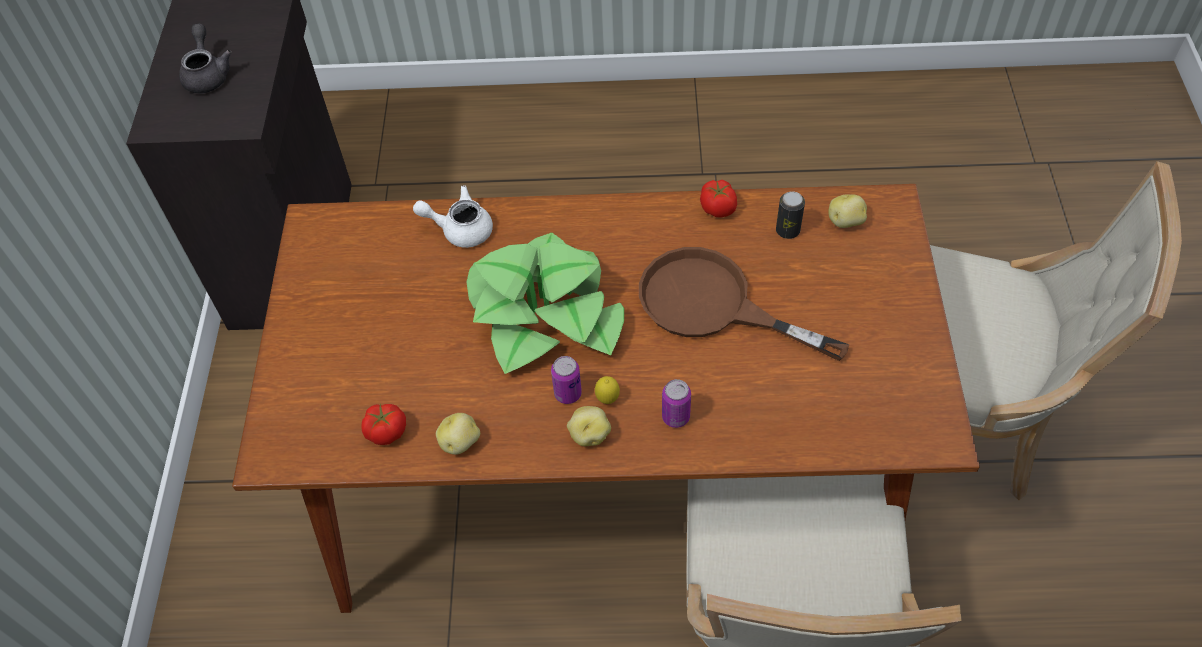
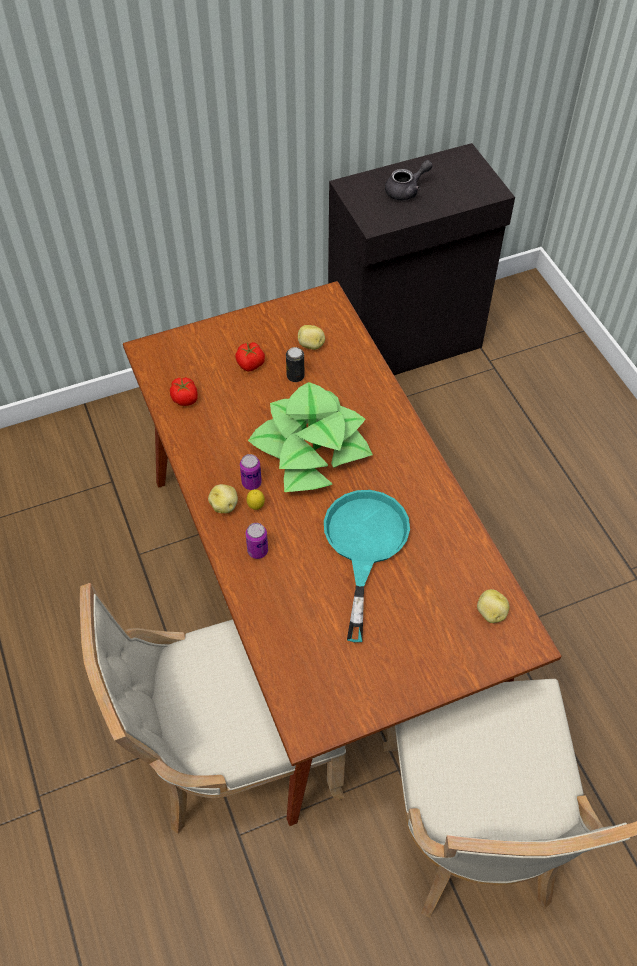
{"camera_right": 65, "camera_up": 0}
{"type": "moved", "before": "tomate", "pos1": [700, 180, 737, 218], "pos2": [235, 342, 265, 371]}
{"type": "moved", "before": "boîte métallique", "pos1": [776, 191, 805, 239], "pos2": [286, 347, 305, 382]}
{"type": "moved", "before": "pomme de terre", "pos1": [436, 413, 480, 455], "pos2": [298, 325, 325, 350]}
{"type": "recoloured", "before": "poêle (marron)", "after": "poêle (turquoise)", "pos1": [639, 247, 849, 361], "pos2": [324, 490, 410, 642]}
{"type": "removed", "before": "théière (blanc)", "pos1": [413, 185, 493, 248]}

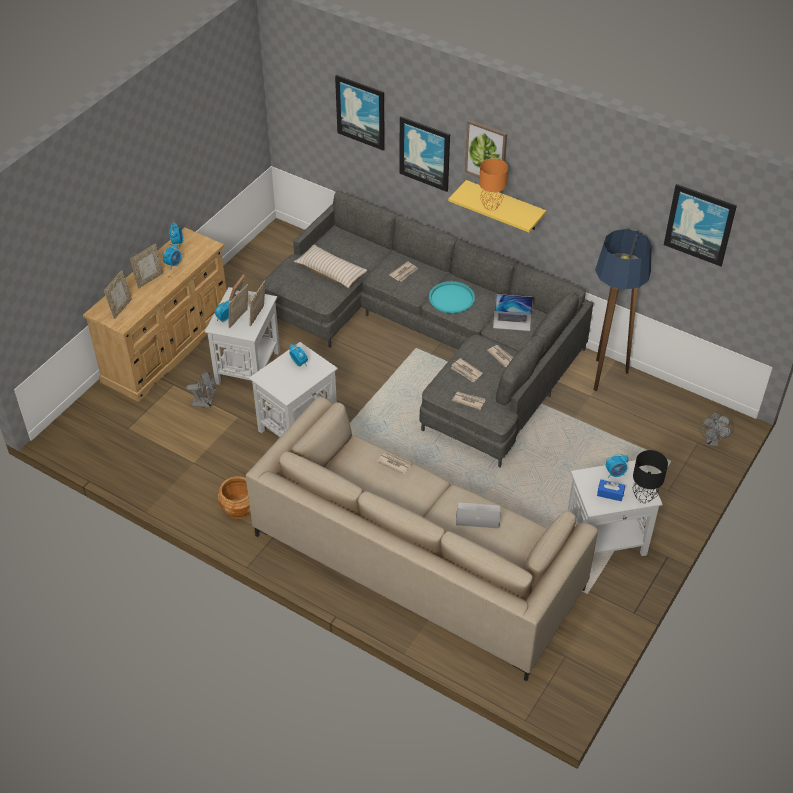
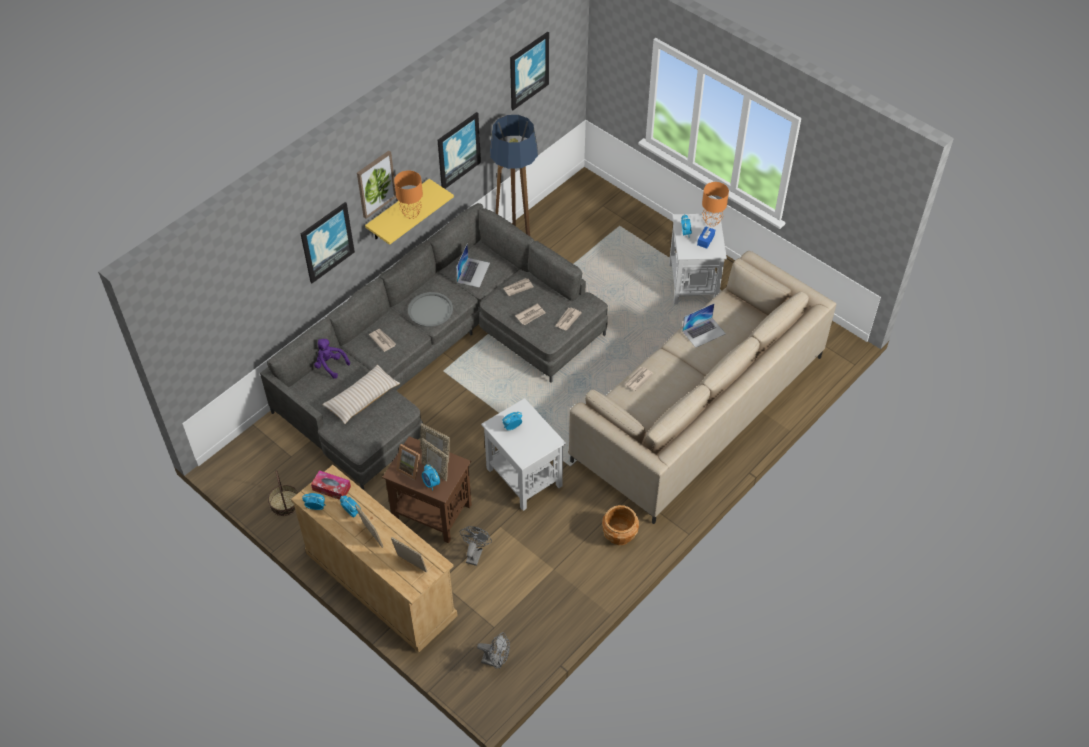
{"camera_right": -80, "camera_up": 5}
{"type": "added", "after": "panier", "pos2": [268, 470, 298, 516]}
{"type": "added", "after": "boîte à mouchoirs", "pos2": [311, 470, 351, 500]}
{"type": "added", "after": "peluche (violet)", "pos2": [314, 339, 350, 379]}
{"type": "recoloured", "before": "table d'appoint (blanc)", "after": "table d'appoint (marron)", "pos1": [205, 287, 280, 385], "pos2": [382, 436, 472, 543]}
{"type": "recoloured", "before": "plateau (turquoise)", "after": "plateau (gris)", "pos1": [429, 281, 475, 313], "pos2": [408, 292, 453, 327]}
{"type": "moved", "before": "tableau", "pos1": [335, 75, 385, 151], "pos2": [438, 112, 481, 189]}
{"type": "moved", "before": "ventilateur (gris)", "pos1": [700, 413, 734, 446], "pos2": [477, 632, 510, 668]}
{"type": "turned", "before": "ordinateur portable", "pos1": [456, 502, 501, 529], "pos2": [682, 303, 726, 348], "turn": -135}
{"type": "recoloured", "before": "lampe de table (noir)", "after": "lampe de table (orange)", "pos1": [632, 450, 668, 503], "pos2": [702, 182, 729, 226]}

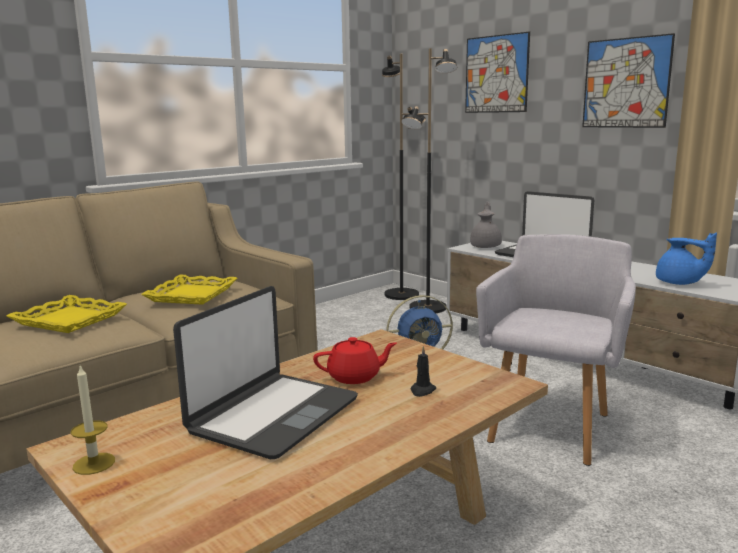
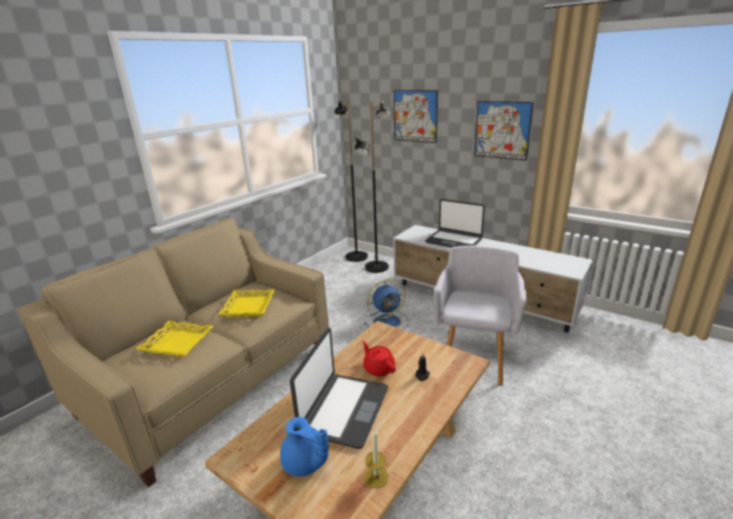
{"camera_right": -10, "camera_up": 10}
{"type": "moved", "before": "théière (bleu)", "pos1": [656, 232, 717, 285], "pos2": [280, 417, 329, 476]}
{"type": "turned", "before": "théière (rouge)", "pos1": [313, 337, 397, 384], "pos2": [362, 341, 396, 376], "turn": -105}
{"type": "moved", "before": "bougie", "pos1": [71, 365, 115, 475], "pos2": [364, 429, 389, 488]}
{"type": "removed", "before": "théière (gris)", "pos1": [470, 202, 502, 248]}

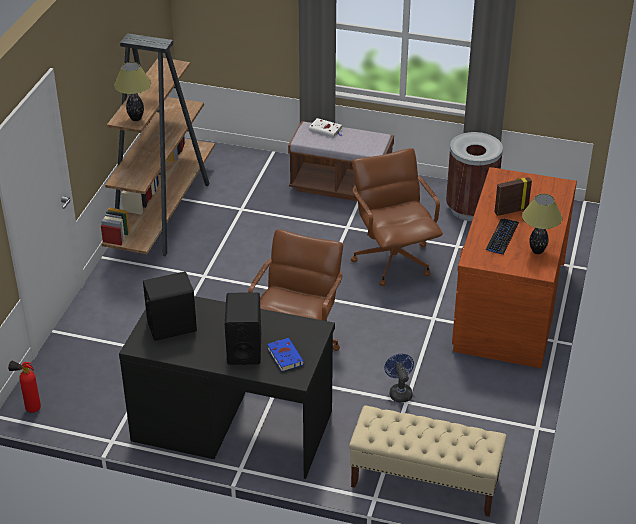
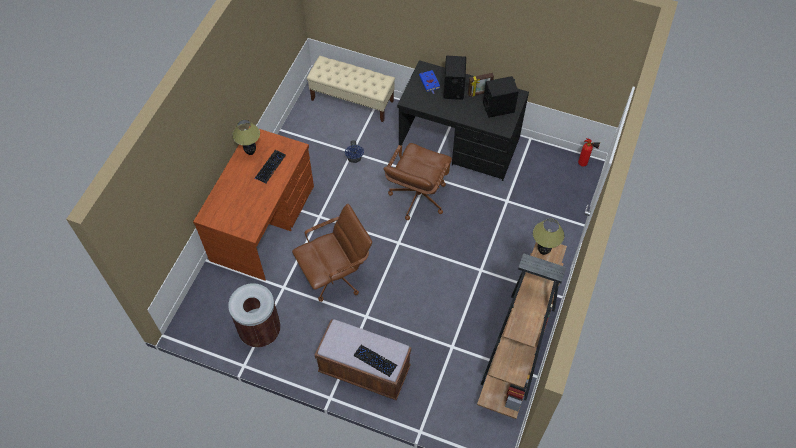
{"camera_right": -175, "camera_up": 20}
{"type": "turned", "before": "chaise de bureau (marron)", "pos1": [351, 148, 443, 286], "pos2": [292, 204, 372, 302], "turn": -105}
{"type": "replaced", "before": "livre (blanc)", "after": "clavier", "pos1": [309, 118, 342, 137], "pos2": [354, 345, 397, 377]}
{"type": "moved", "before": "cadre photo", "pos1": [494, 177, 532, 216], "pos2": [468, 73, 494, 97]}

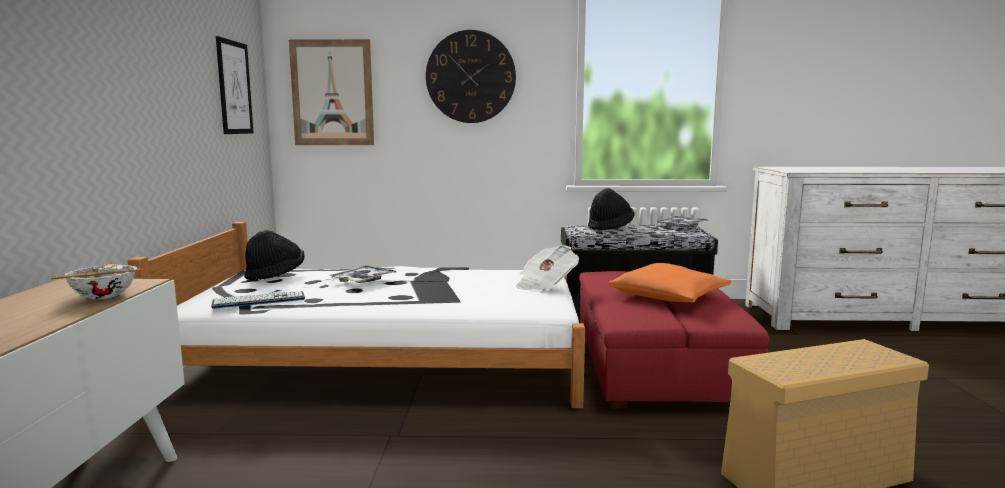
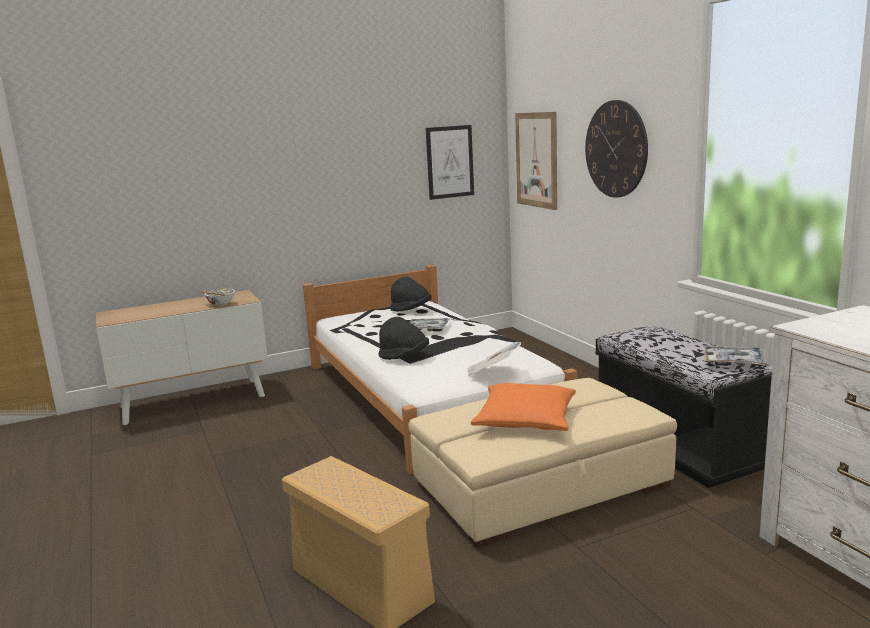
{"camera_right": 65, "camera_up": 5}
{"type": "moved", "before": "chapeau (noir)", "pos1": [588, 188, 635, 231], "pos2": [378, 317, 429, 360]}
{"type": "recoloured", "before": "pouf (rouge)", "after": "pouf (beige)", "pos1": [579, 271, 770, 409], "pos2": [408, 378, 677, 548]}
{"type": "removed", "before": "clavier", "pos1": [211, 291, 305, 309]}

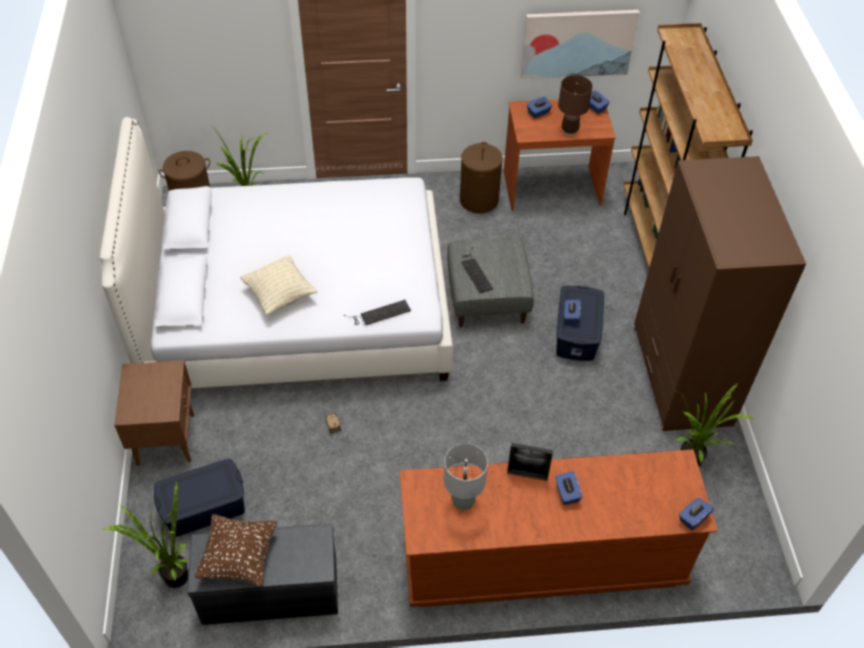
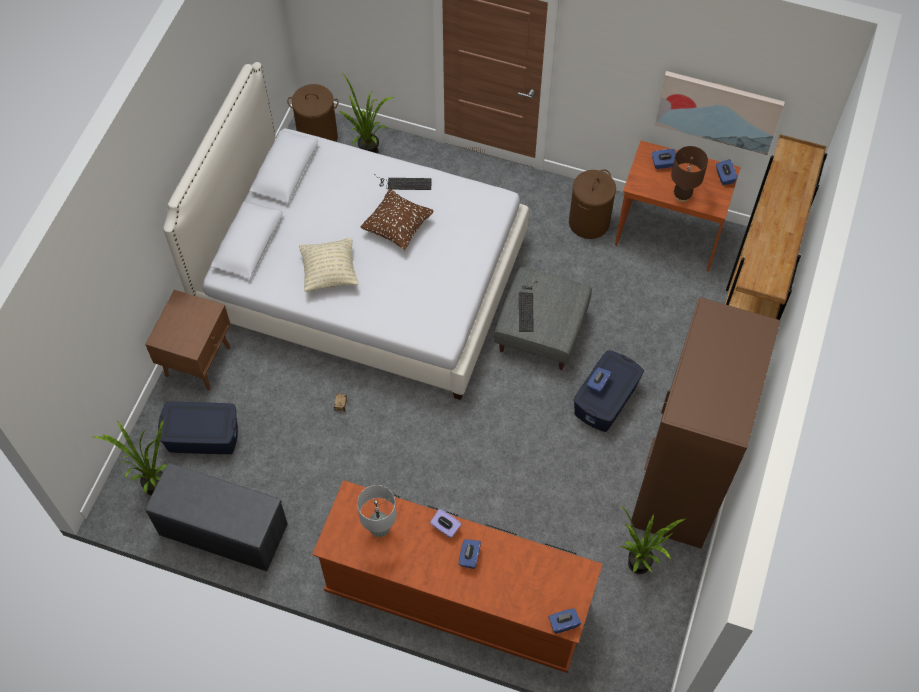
{"camera_right": 25, "camera_up": 10}
{"type": "moved", "before": "coussin (marron)", "pos1": [195, 514, 277, 586], "pos2": [360, 189, 434, 250]}
{"type": "moved", "before": "clavier", "pos1": [344, 300, 411, 325], "pos2": [374, 174, 432, 190]}
{"type": "replaced", "before": "cadre photo", "after": "boîte à mouchoirs (violet)", "pos1": [507, 443, 553, 481], "pos2": [430, 509, 461, 538]}

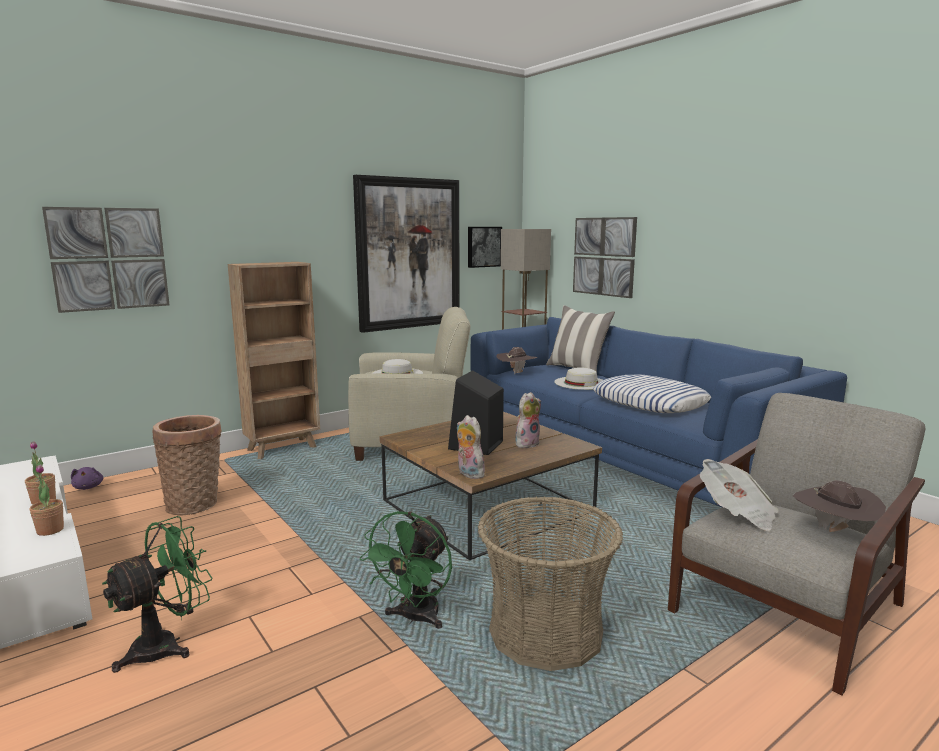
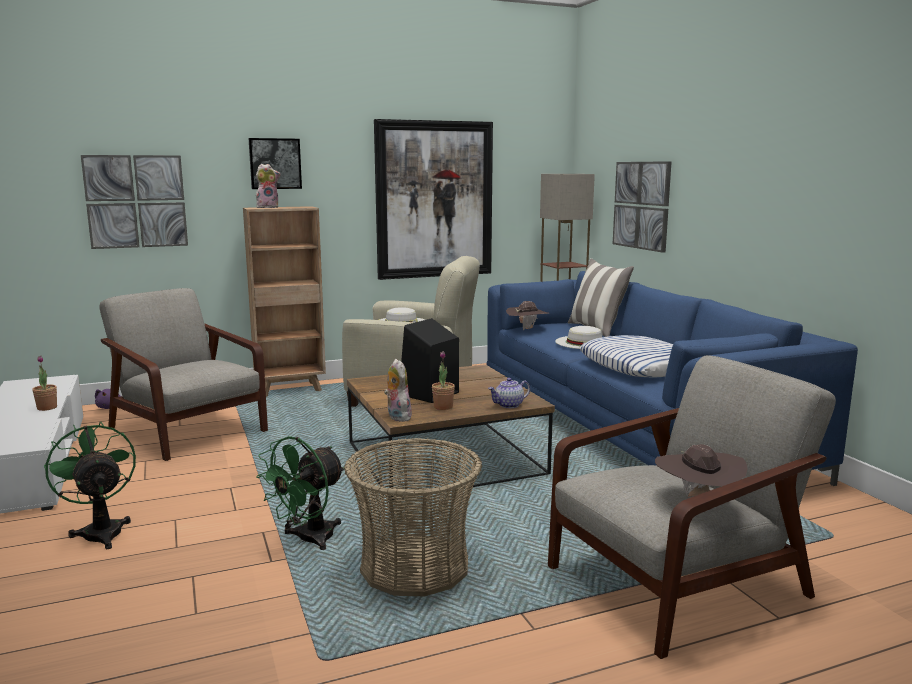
{"camera_right": 15, "camera_up": 0}
{"type": "turned", "before": "ventilateur (vert)", "pos1": [102, 516, 213, 673], "pos2": [44, 422, 136, 549], "turn": -90}
{"type": "replaced", "before": "panier", "after": "fauteuil (gris)", "pos1": [153, 415, 222, 515], "pos2": [99, 288, 268, 461]}
{"type": "moved", "before": "tableau", "pos1": [468, 227, 502, 268], "pos2": [248, 138, 302, 189]}
{"type": "moved", "before": "peluche", "pos1": [515, 392, 541, 448], "pos2": [256, 164, 281, 208]}
{"type": "moved", "before": "plante en pot", "pos1": [30, 464, 64, 536], "pos2": [432, 351, 455, 410]}
{"type": "added", "after": "théière", "pos2": [488, 378, 530, 408]}
{"type": "removed", "before": "journal", "pos1": [700, 459, 779, 531]}

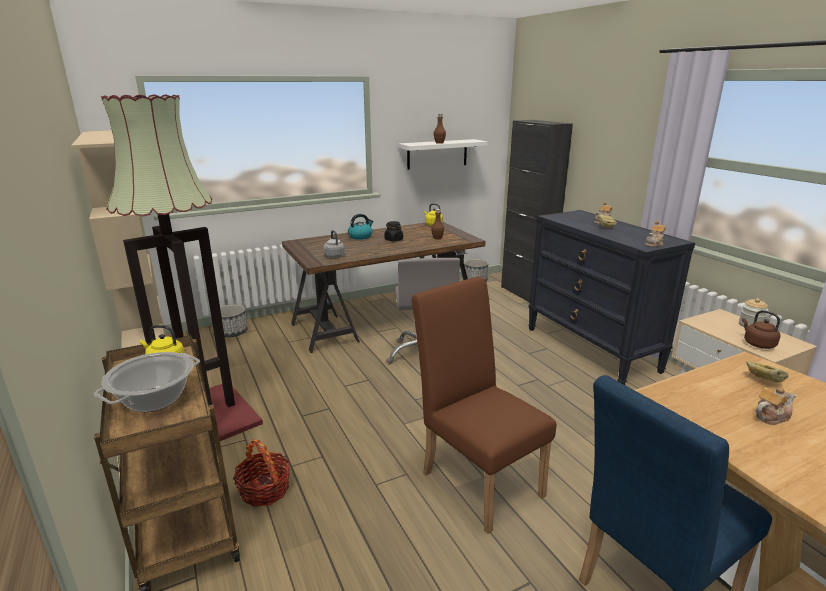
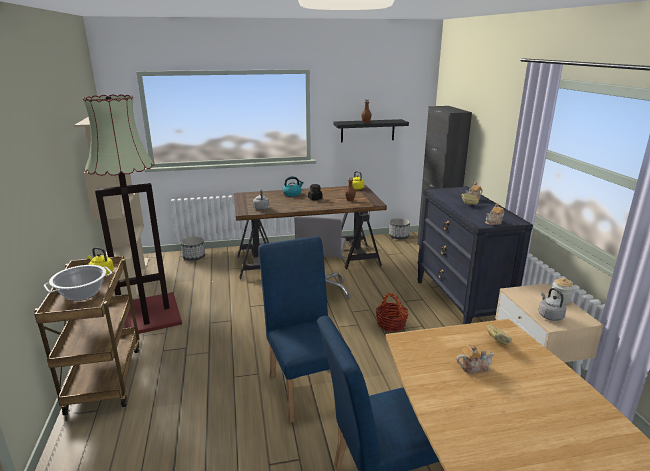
{"camera_right": 15, "camera_up": 0}
{"type": "recoloured", "before": "chaise (marron)", "after": "chaise (bleu)", "pos1": [412, 276, 556, 534], "pos2": [258, 236, 351, 423]}
{"type": "recoloured", "before": "étagère (blanc)", "after": "étagère (noir)", "pos1": [399, 139, 487, 170], "pos2": [334, 119, 409, 142]}
{"type": "moved", "before": "panier", "pos1": [233, 440, 290, 507], "pos2": [376, 293, 408, 332]}
{"type": "recoloured", "before": "bouilloire (marron)", "after": "bouilloire (gris)", "pos1": [742, 310, 780, 349], "pos2": [538, 288, 566, 321]}

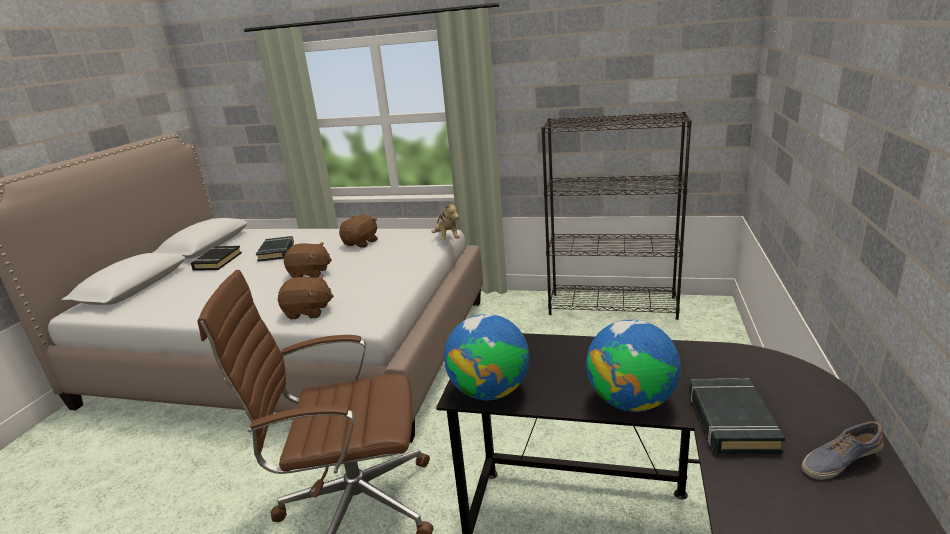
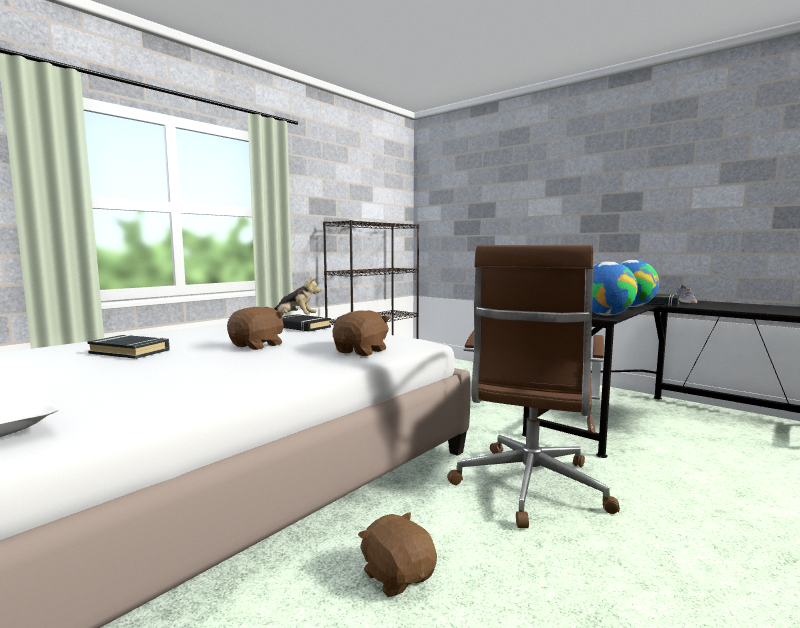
{"camera_right": -65, "camera_up": -15}
{"type": "moved", "before": "livre (noir)", "pos1": [191, 246, 242, 271], "pos2": [282, 314, 331, 332]}
{"type": "moved", "before": "peluche (marron)", "pos1": [339, 215, 378, 248], "pos2": [358, 512, 437, 597]}

